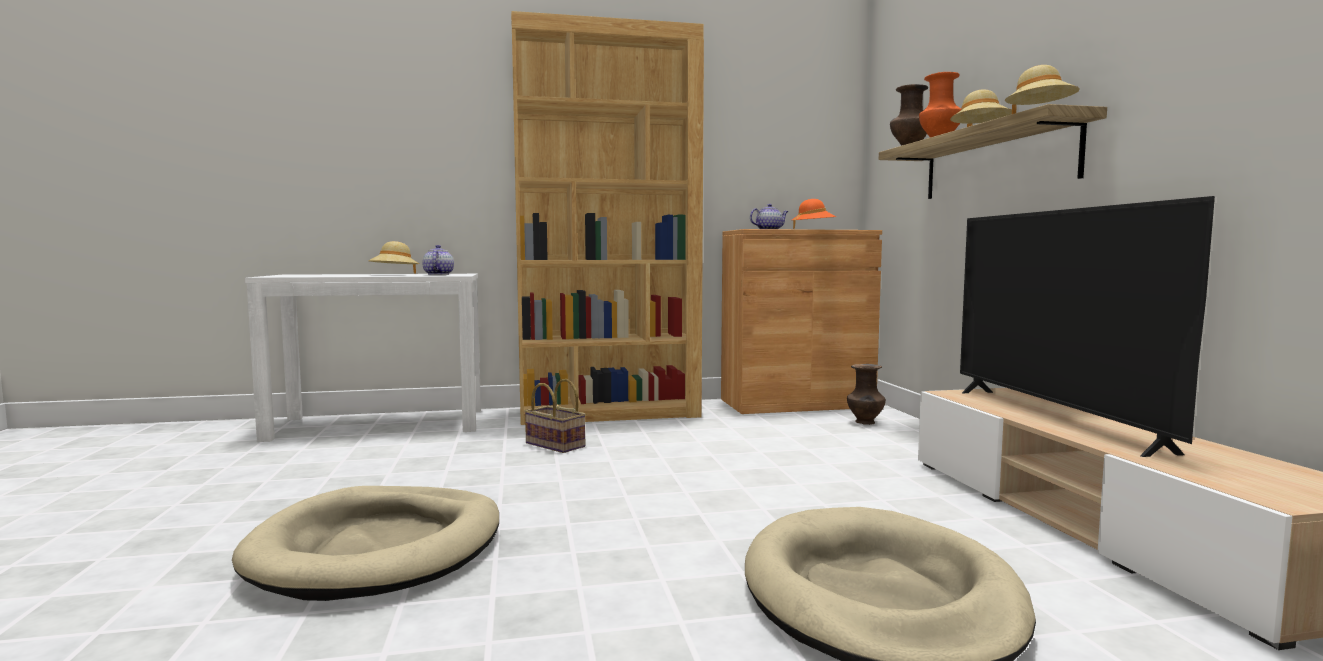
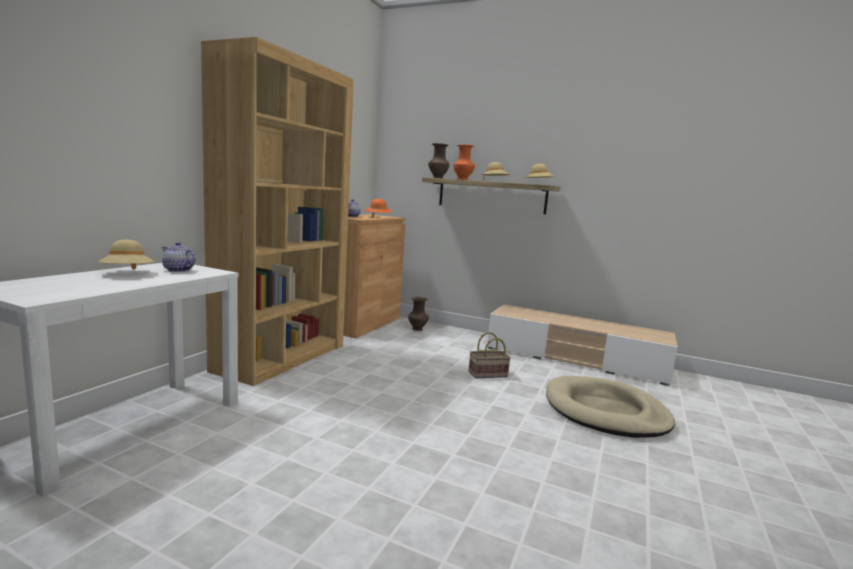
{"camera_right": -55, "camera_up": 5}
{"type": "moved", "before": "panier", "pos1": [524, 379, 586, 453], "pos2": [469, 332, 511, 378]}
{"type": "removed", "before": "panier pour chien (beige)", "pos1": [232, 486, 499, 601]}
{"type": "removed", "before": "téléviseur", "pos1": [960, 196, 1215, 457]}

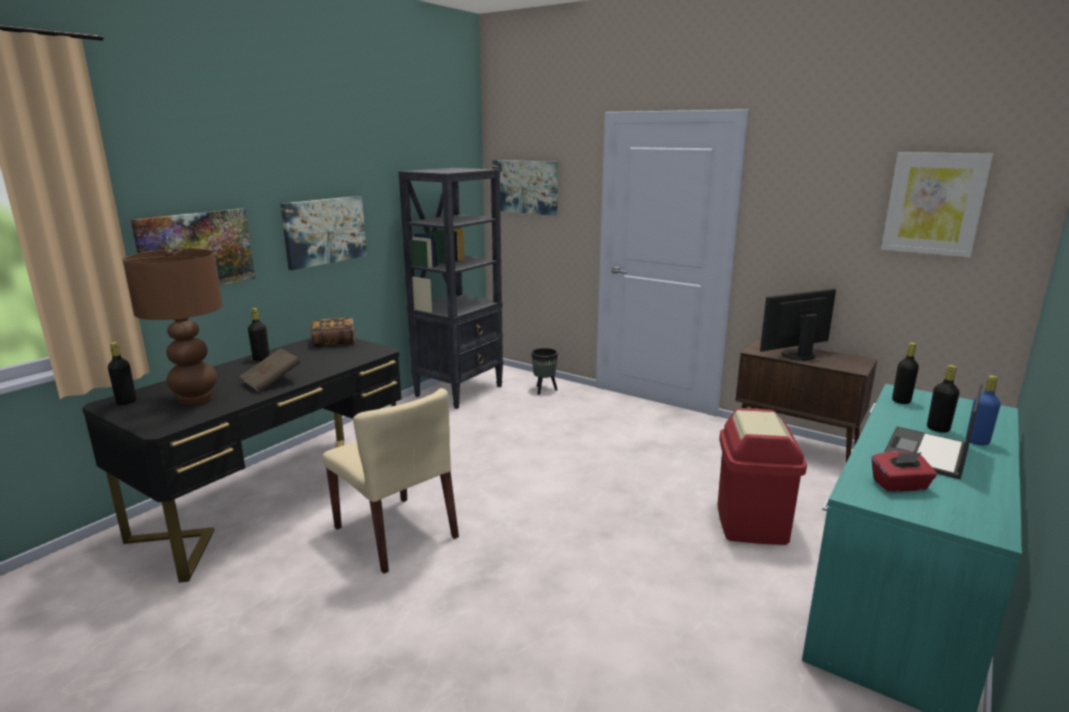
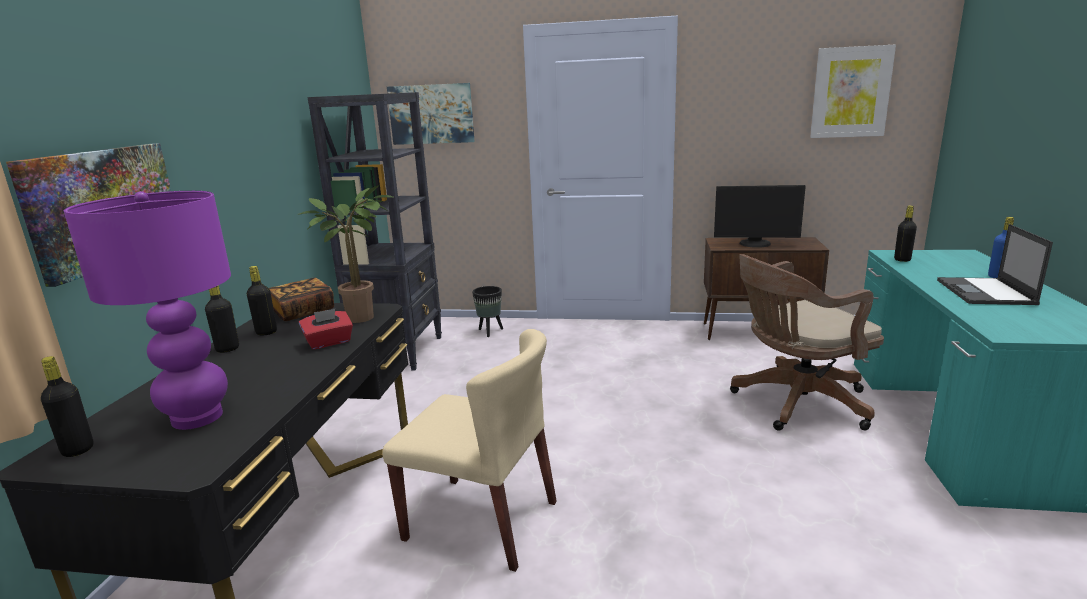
{"camera_right": -25, "camera_up": 0}
{"type": "recoloured", "before": "lampe de table (marron)", "after": "lampe de table (violet)", "pos1": [123, 249, 223, 405], "pos2": [64, 191, 231, 430]}
{"type": "moved", "before": "bouteille (noir)", "pos1": [927, 365, 960, 433], "pos2": [247, 266, 277, 335]}
{"type": "added", "after": "plante en pot", "pos2": [297, 185, 394, 323]}
{"type": "moved", "before": "boîte à mouchoirs (rouge)", "pos1": [871, 451, 937, 492], "pos2": [299, 309, 353, 350]}
{"type": "turned", "before": "écran d'ordinateur", "pos1": [760, 289, 836, 361], "pos2": [714, 185, 806, 248], "turn": -120}
{"type": "replaced", "before": "poubelle (rouge)", "after": "chaise de bureau (marron)", "pos1": [717, 408, 807, 545], "pos2": [730, 254, 884, 431]}
{"type": "removed", "before": "livre (marron)", "pos1": [240, 348, 300, 392]}
{"type": "removed", "before": "tableau", "pos1": [281, 196, 367, 270]}

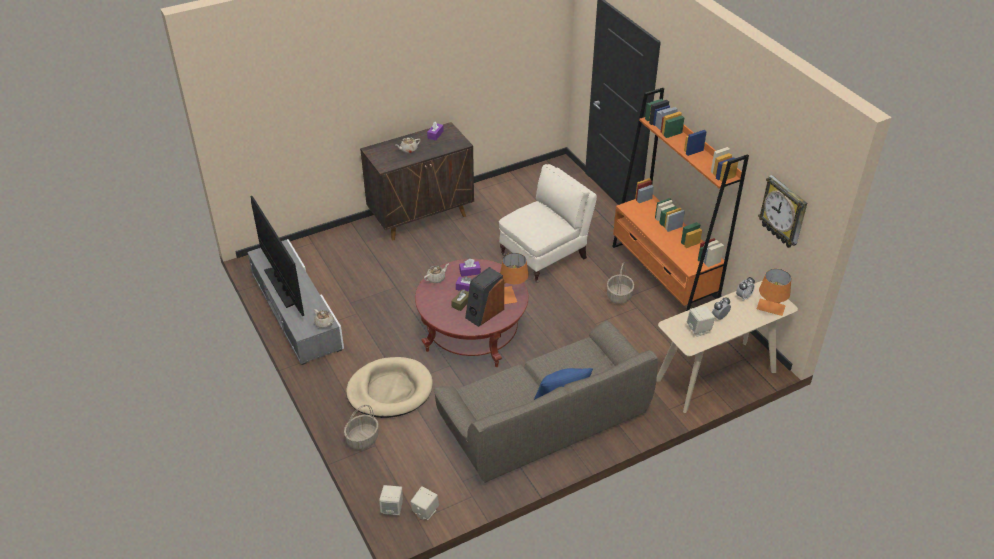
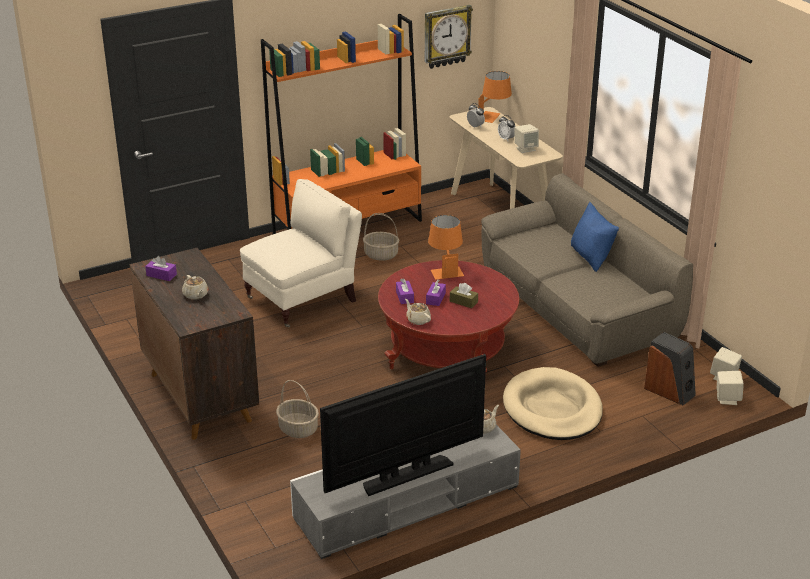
{"camera_right": -90, "camera_up": -10}
{"type": "turned", "before": "fauteuil (beige)", "pos1": [499, 164, 597, 283], "pos2": [240, 179, 362, 327], "turn": 90}
{"type": "moved", "before": "panier", "pos1": [344, 405, 379, 449], "pos2": [276, 380, 319, 438]}
{"type": "moved", "before": "enceinte", "pos1": [465, 267, 504, 327], "pos2": [644, 332, 696, 405]}

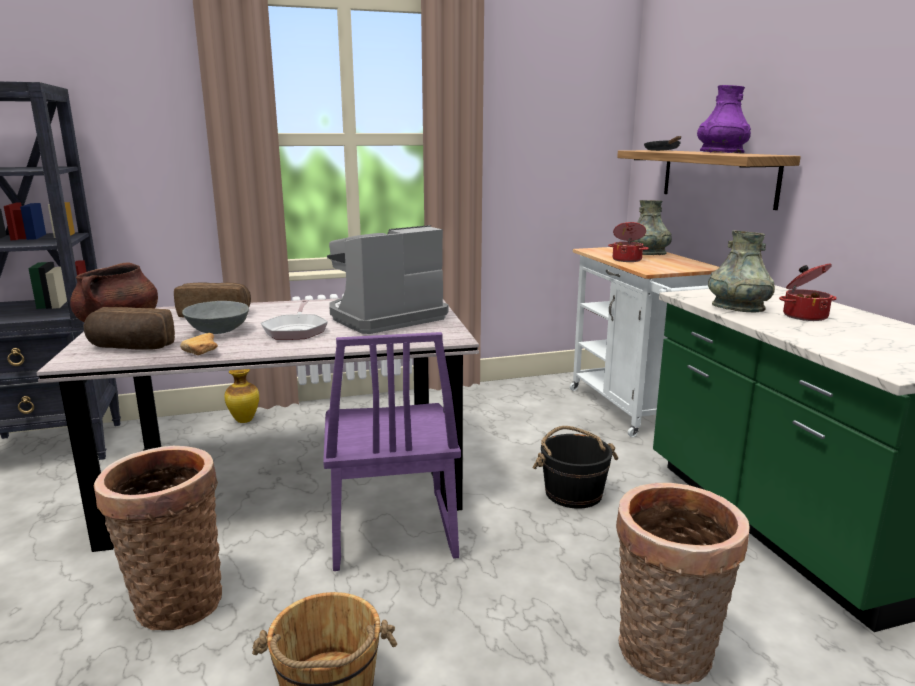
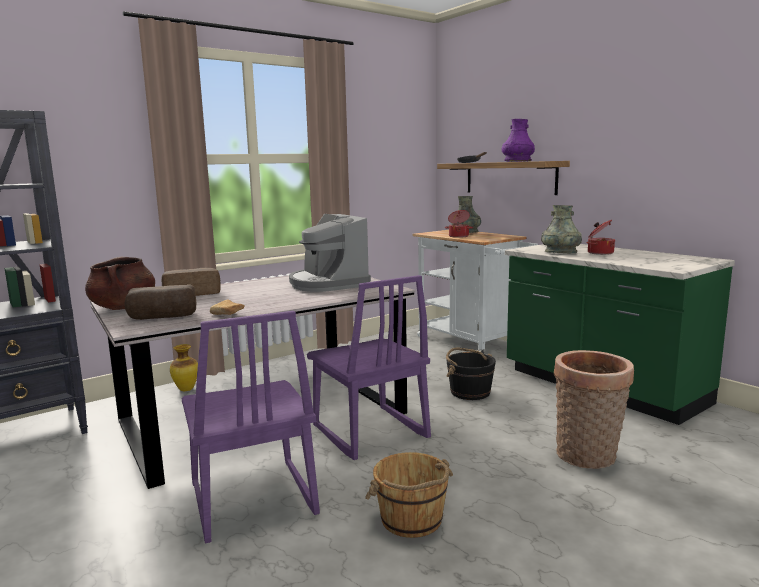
{"camera_right": -20, "camera_up": -5}
{"type": "replaced", "before": "panier", "after": "chaise (violet)", "pos1": [94, 446, 222, 631], "pos2": [182, 311, 320, 544]}
{"type": "turned", "before": "machine à café", "pos1": [327, 225, 448, 334], "pos2": [289, 214, 371, 292], "turn": -60}
{"type": "removed", "before": "bol (gris)", "pos1": [182, 301, 249, 334]}
{"type": "removed", "before": "poêle", "pos1": [261, 300, 328, 340]}

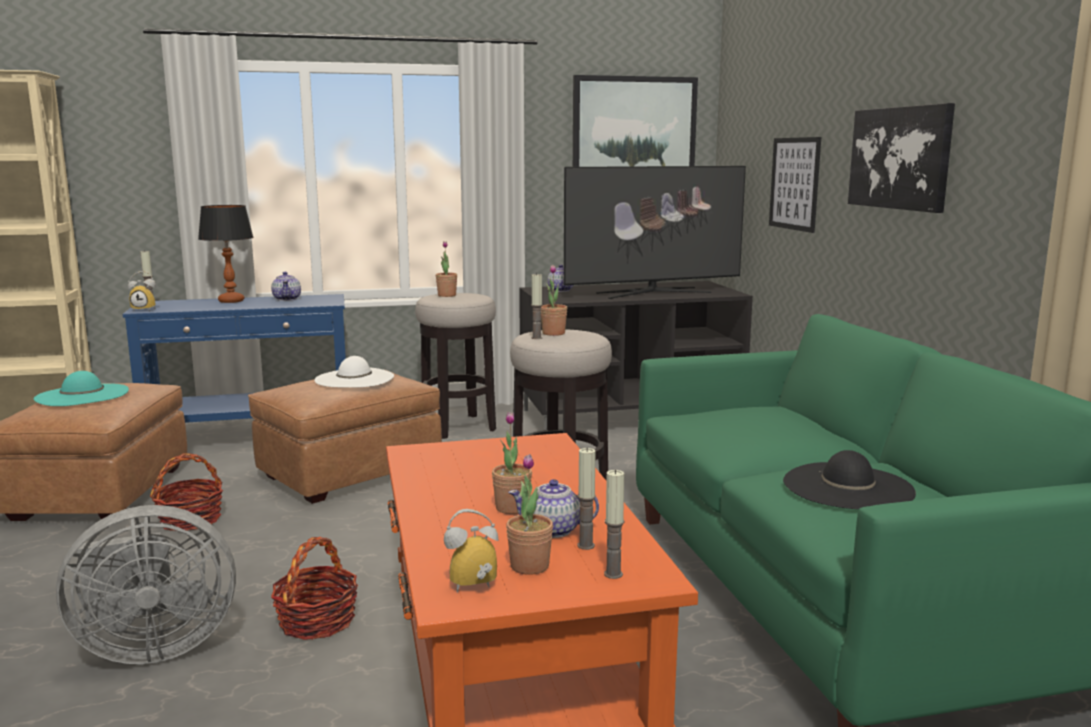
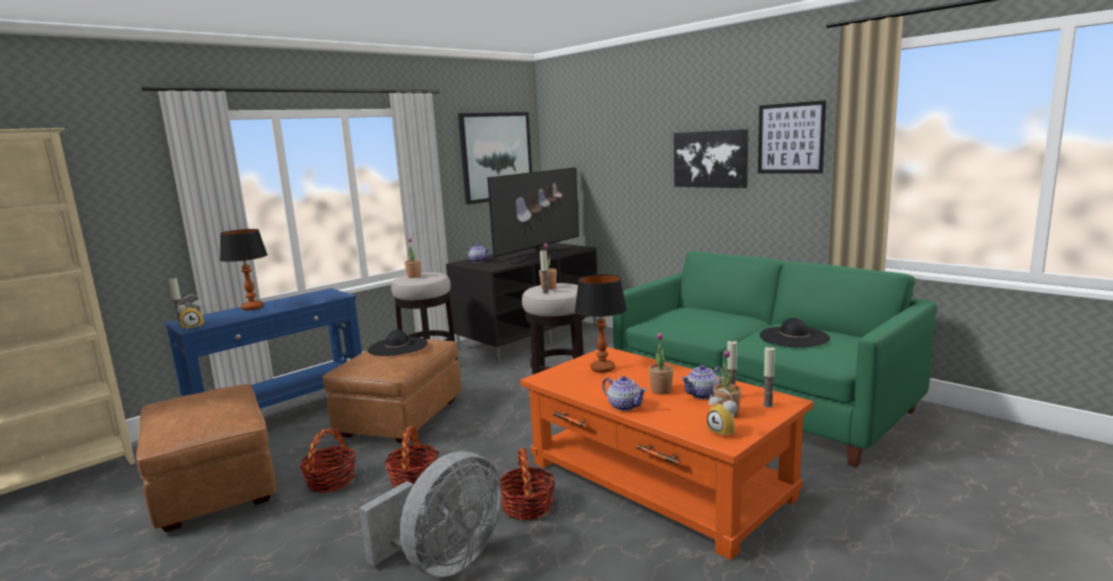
{"camera_right": -30, "camera_up": 0}
{"type": "recoloured", "before": "chapeau (blanc)", "after": "chapeau (noir)", "pos1": [315, 356, 394, 388], "pos2": [368, 330, 428, 356]}
{"type": "added", "after": "panier", "pos2": [384, 426, 439, 488]}
{"type": "added", "after": "lampe de table", "pos2": [575, 274, 627, 373]}
{"type": "moved", "before": "théière", "pos1": [271, 272, 301, 301], "pos2": [602, 376, 647, 411]}
{"type": "turned", "before": "réveil", "pos1": [444, 509, 498, 593], "pos2": [707, 389, 737, 438], "turn": -75}
{"type": "moved", "before": "tableau", "pos1": [769, 137, 821, 233], "pos2": [758, 100, 826, 174]}
{"type": "removed", "before": "chapeau (turquoise)", "pos1": [34, 371, 129, 406]}

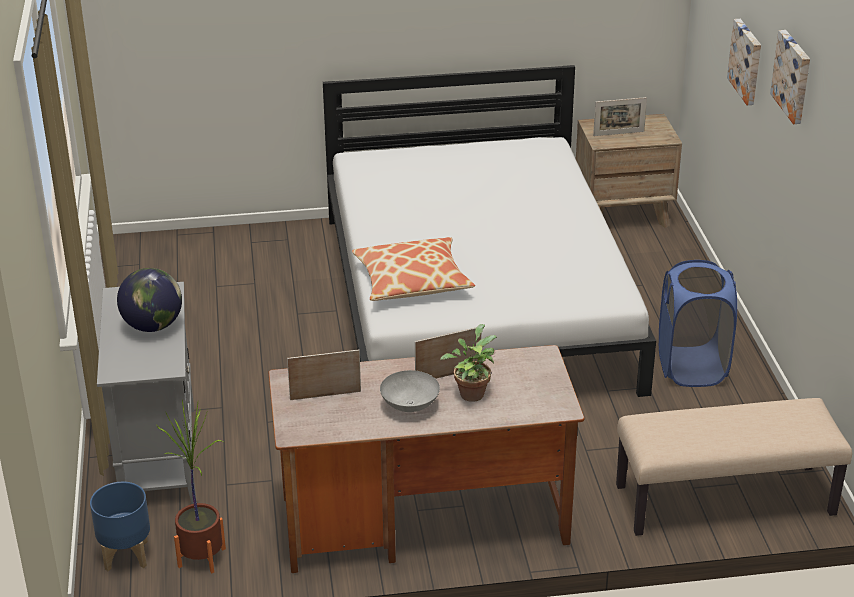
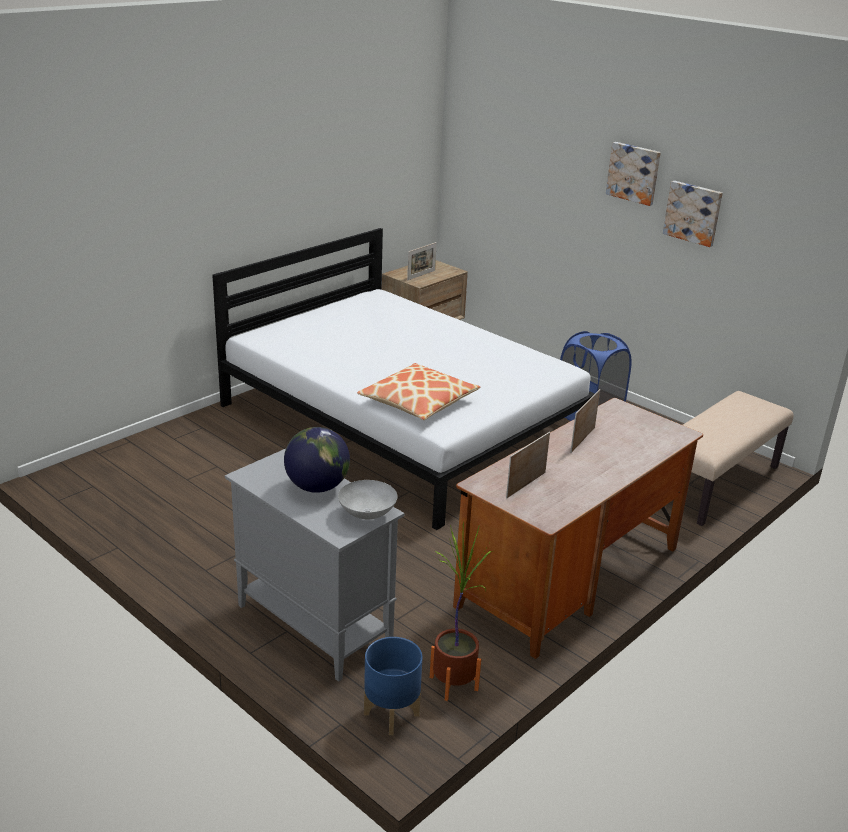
{"camera_right": -40, "camera_up": -5}
{"type": "moved", "before": "bol (gris)", "pos1": [380, 370, 440, 412], "pos2": [338, 480, 398, 519]}
{"type": "moved", "before": "tableau", "pos1": [727, 19, 761, 105], "pos2": [663, 181, 723, 247]}
{"type": "removed", "before": "plante en pot", "pos1": [440, 324, 497, 402]}

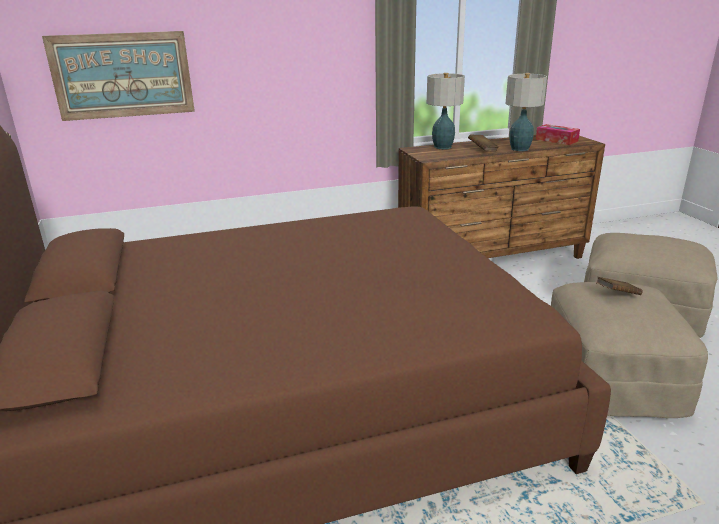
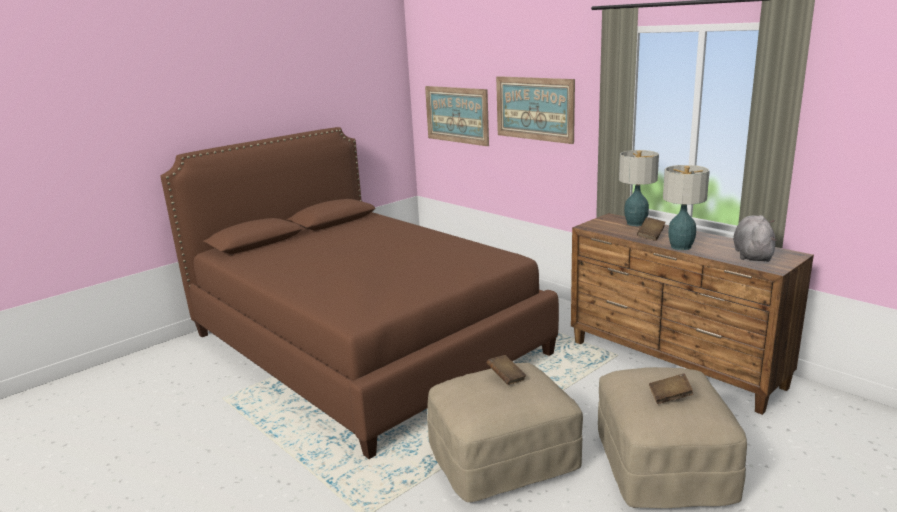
{"camera_right": 65, "camera_up": -5}
{"type": "added", "after": "tableau", "pos2": [496, 76, 575, 144]}
{"type": "added", "after": "livre (marron)", "pos2": [649, 373, 694, 404]}
{"type": "replaced", "before": "boîte à mouchoirs", "after": "peluche (gris)", "pos1": [536, 124, 580, 145], "pos2": [733, 215, 777, 262]}

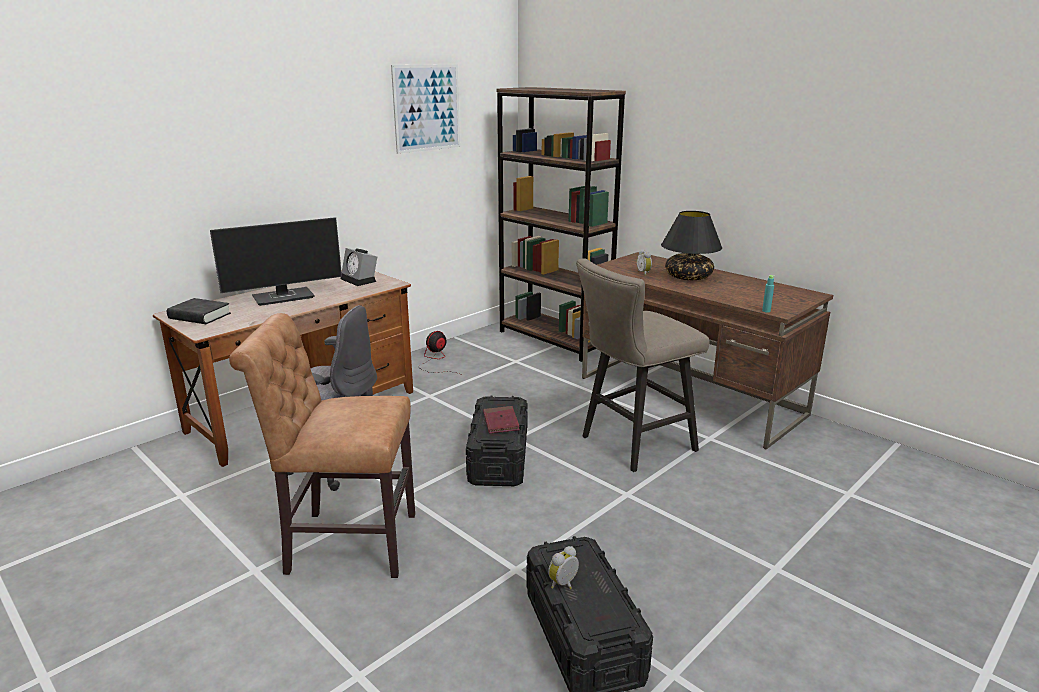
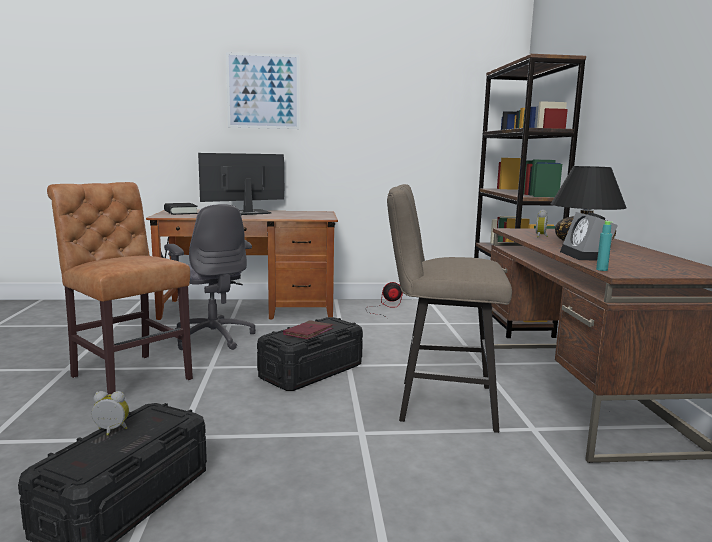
{"camera_right": 40, "camera_up": -10}
{"type": "turned", "before": "écran d'ordinateur", "pos1": [210, 217, 342, 306], "pos2": [198, 153, 284, 215], "turn": 135}
{"type": "moved", "before": "tableau", "pos1": [391, 64, 460, 154], "pos2": [226, 52, 299, 129]}
{"type": "moved", "before": "réveil", "pos1": [341, 248, 377, 286], "pos2": [560, 212, 618, 260]}

